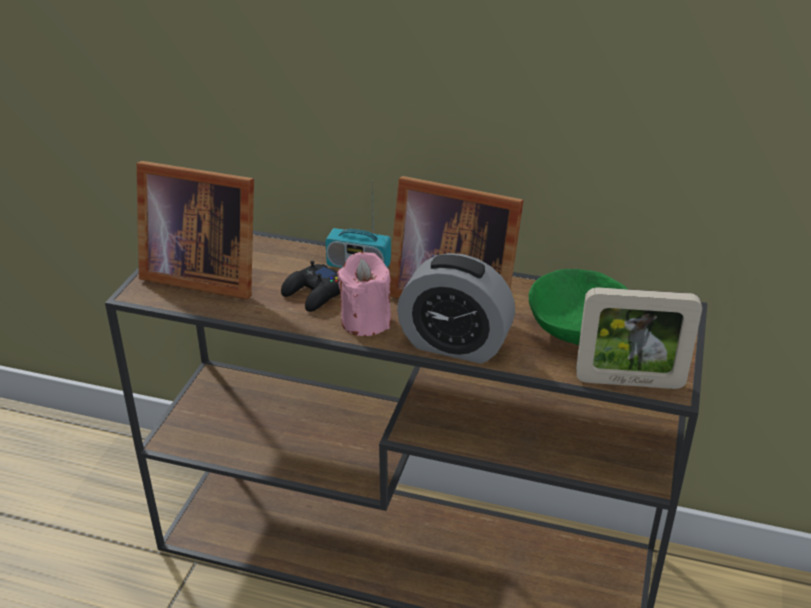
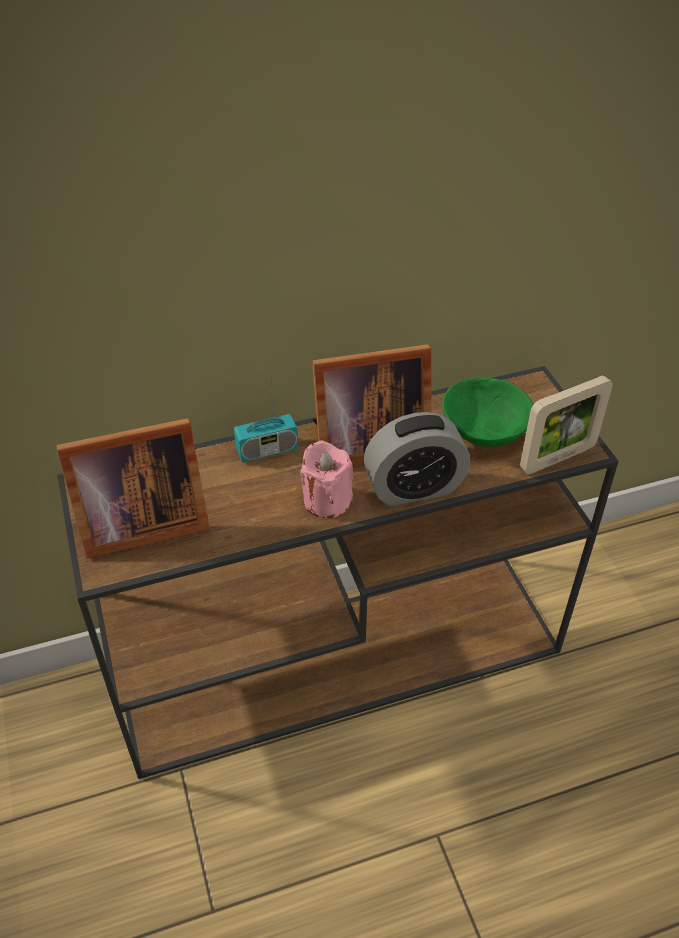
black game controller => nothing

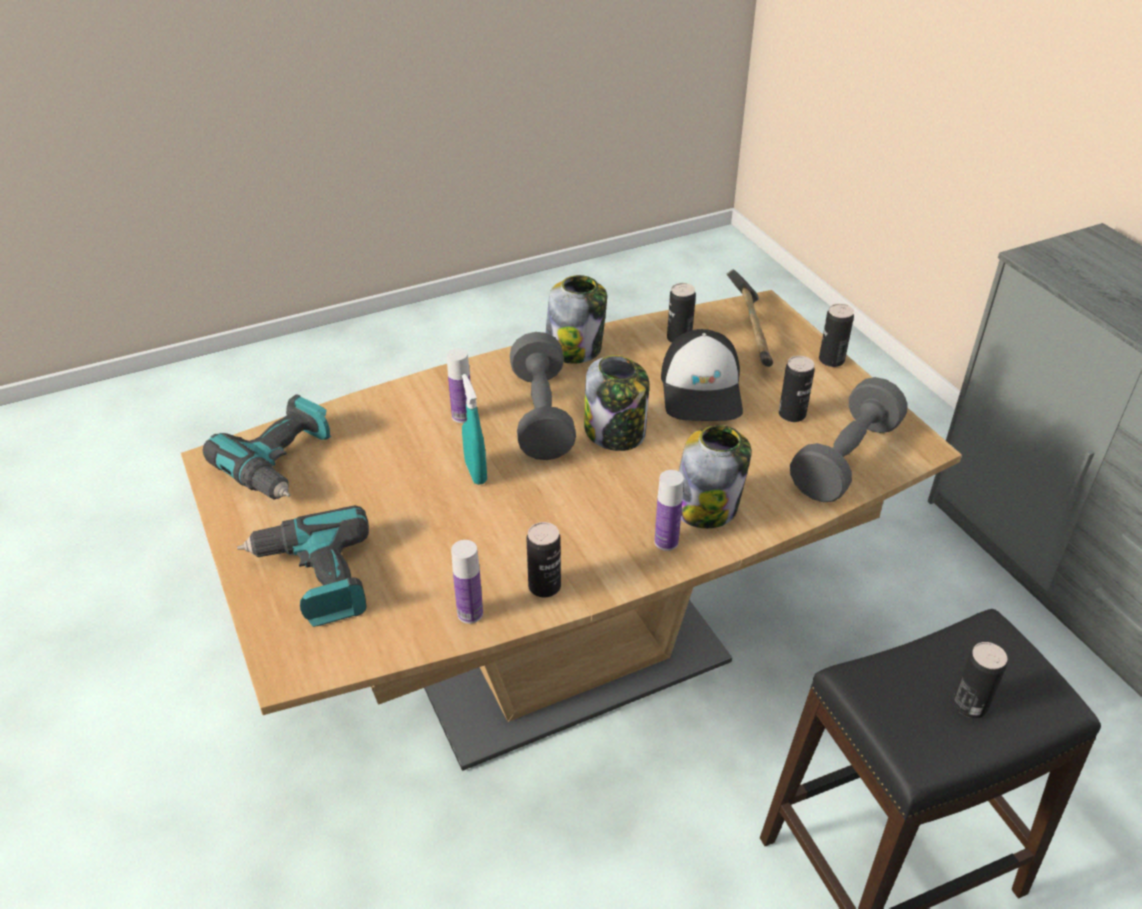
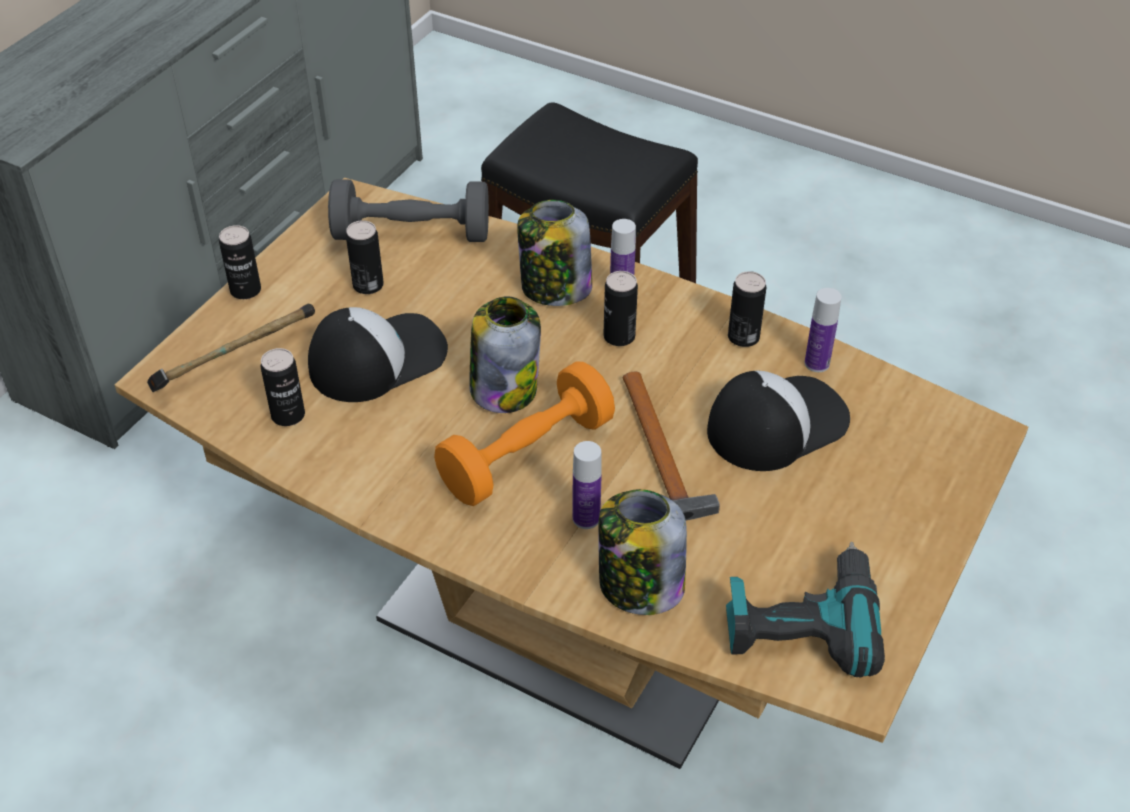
power drill (2nd from left) => nothing
blue-green sprayer => tool hammer (2nd from left)
grey hand weight (1st from left) => orange-coloured hand weight
jar (1st from left in the first image) => jar (3rd from left), moved
metal can (5th from left in the first image) => metal can (4th from left), moved
nothing => cap (2nd from left)

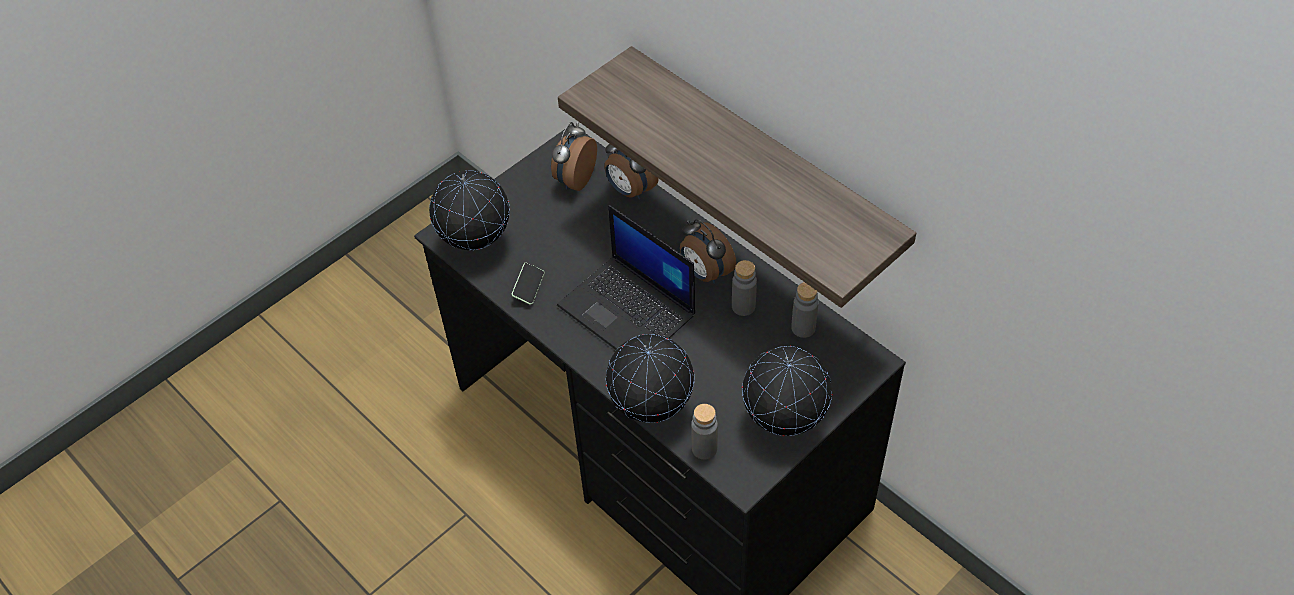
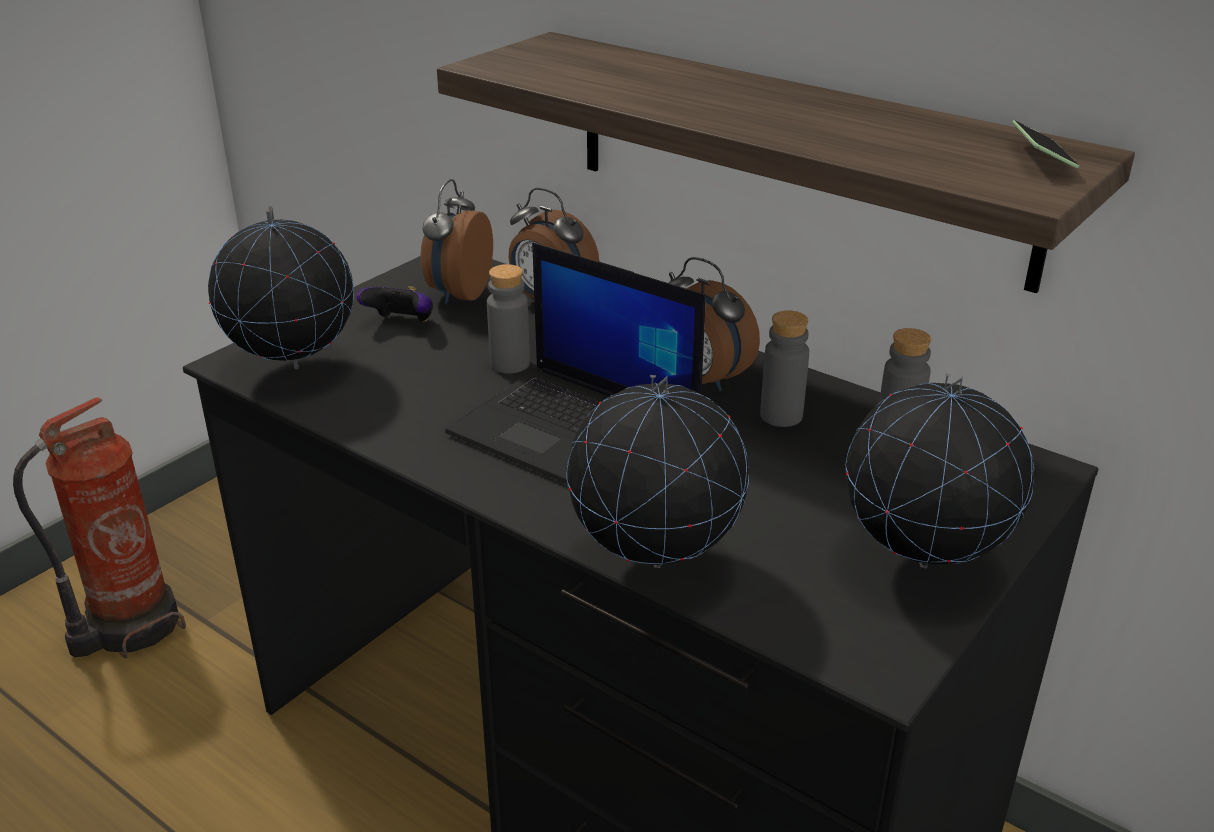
telephone, moved
grey drink bottle (1st from left), moved
nothing => fire extinguisher
nothing => game controller

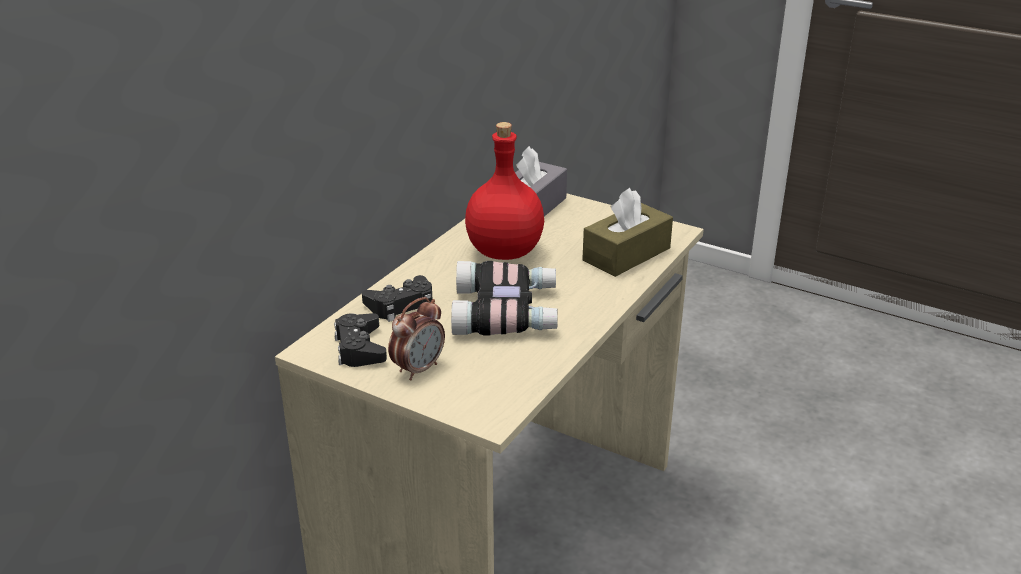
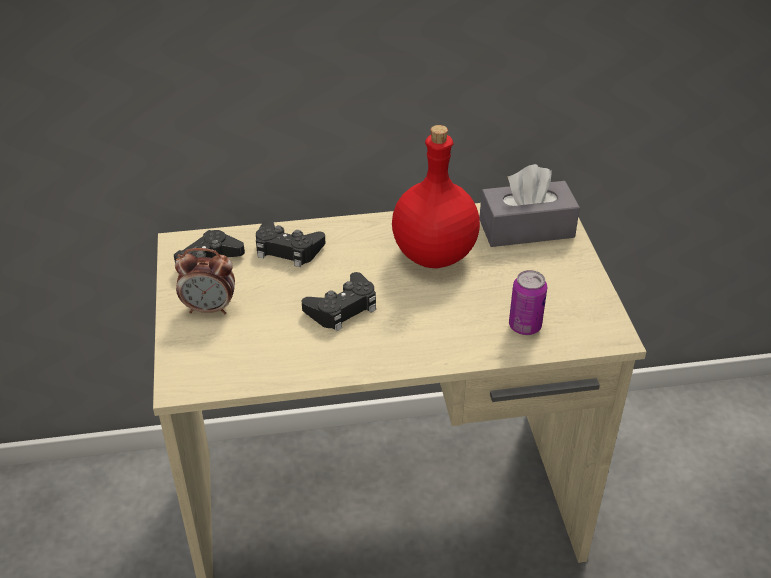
pair of binoculars => black game controller (3rd from left)
brownish tissue holder => metal can

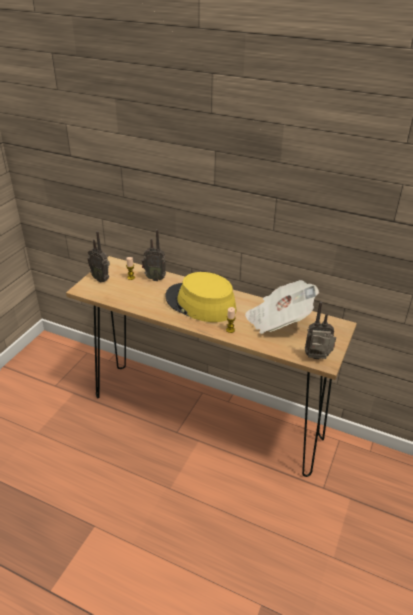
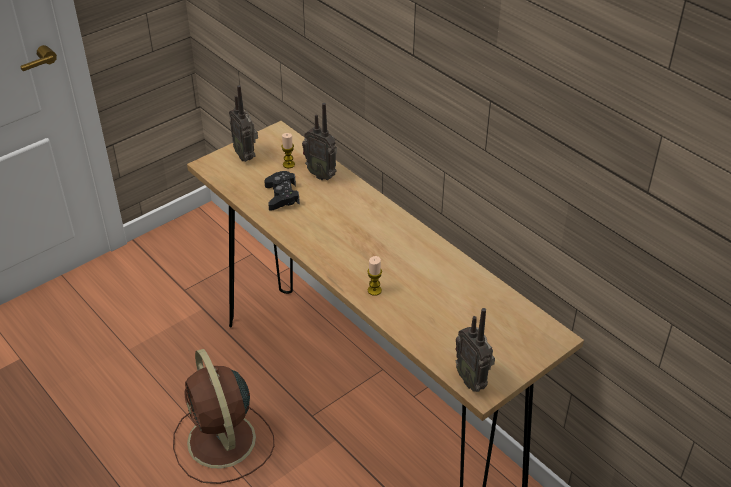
yellow hat => nothing
printed paper => nothing
radio receiver (3rd from left), 150 degrees counterclockwise
nothing => brownish cooling fan
nothing => black game controller

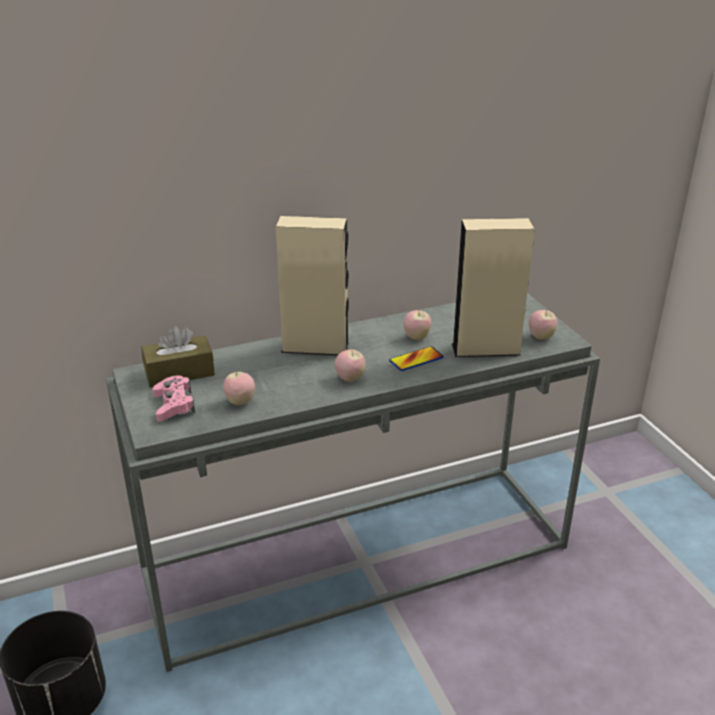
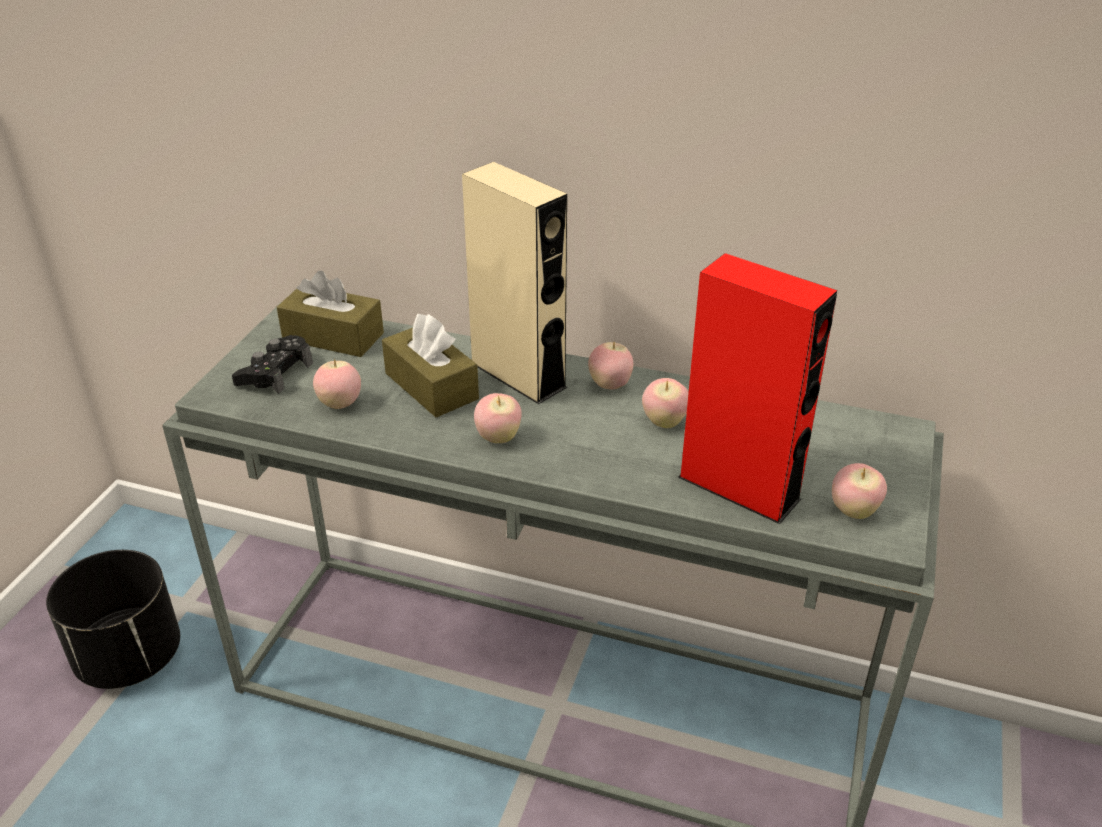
pink-coloured game controller => black game controller
telephone => nothing
beige-coloured loudspeaker (2nd from left) => reddish loudspeaker
nothing => brownish tissue holder (2nd from left)
nothing => apple fruit (3rd from left)

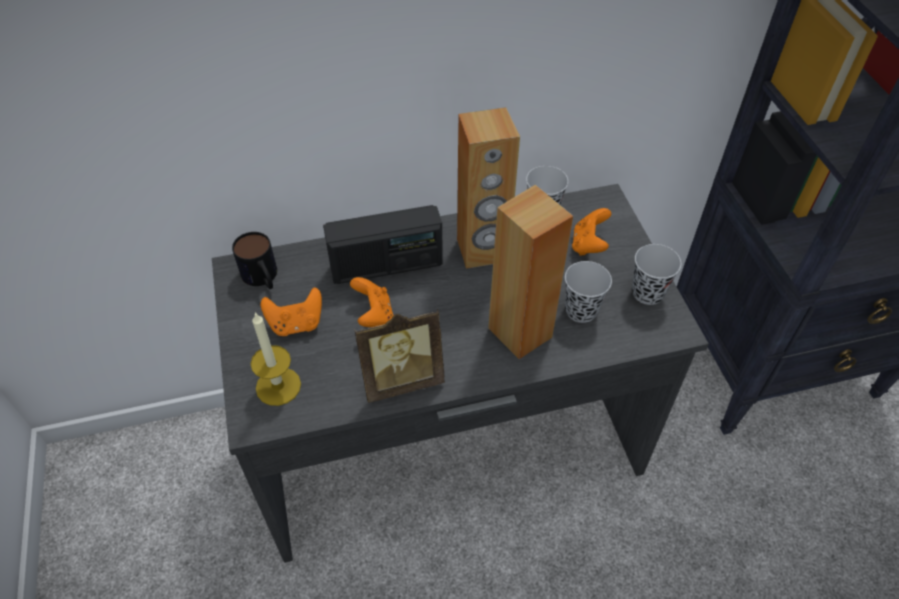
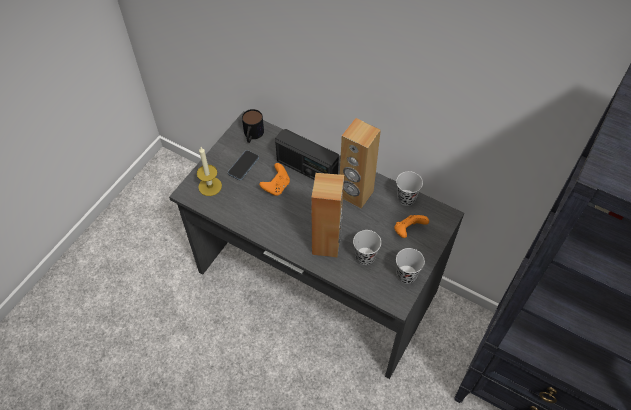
orange-coloured game controller (1st from left) => telephone
photo frame => nothing

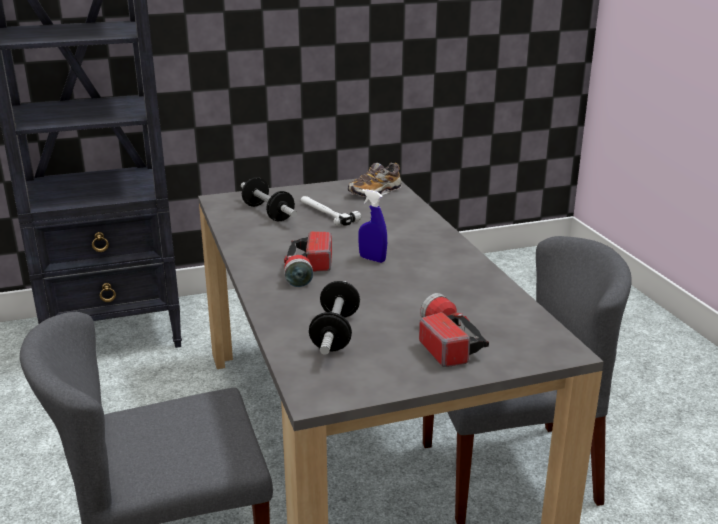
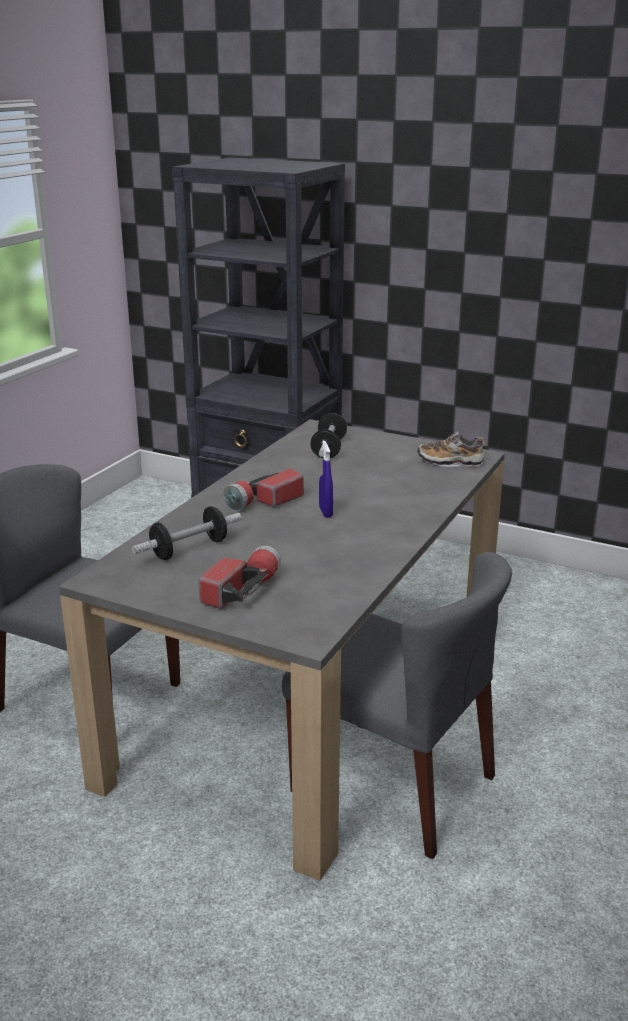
tool hammer => nothing

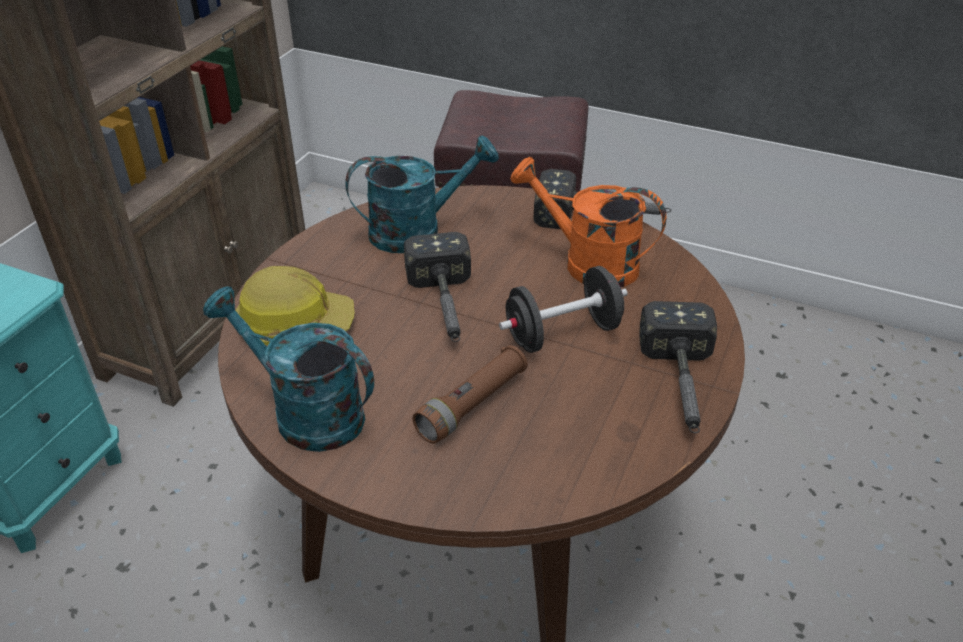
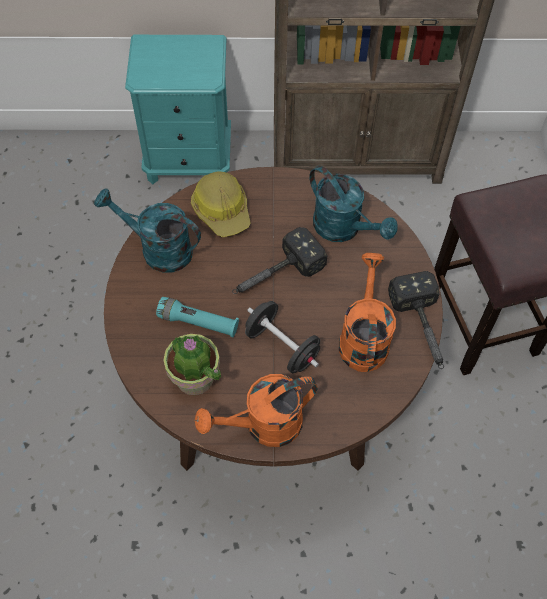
blue-green watering pot (1st from left), 75 degrees counterclockwise
brownish hand torch => blue-green hand torch
tool hammer (3rd from left) => orange-coloured watering pot (1st from left)
nothing => plant in a pot

